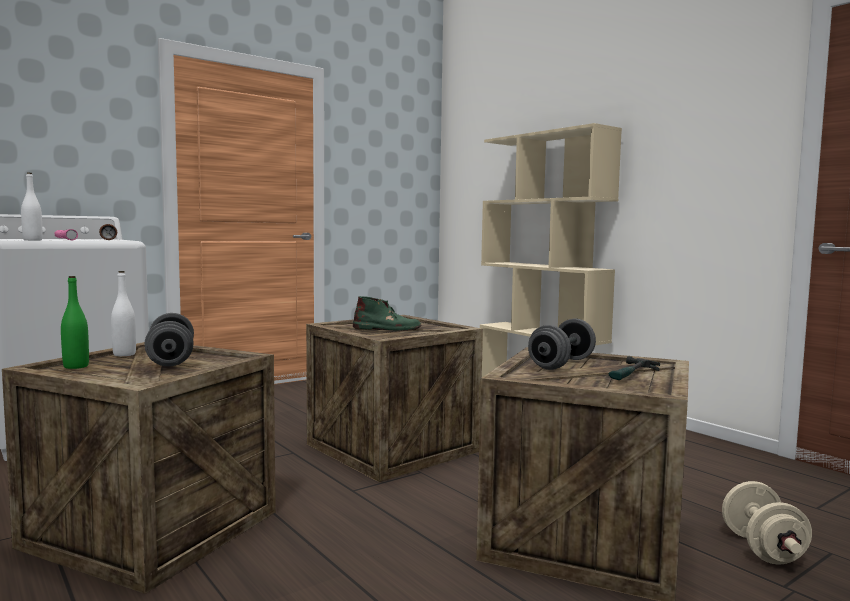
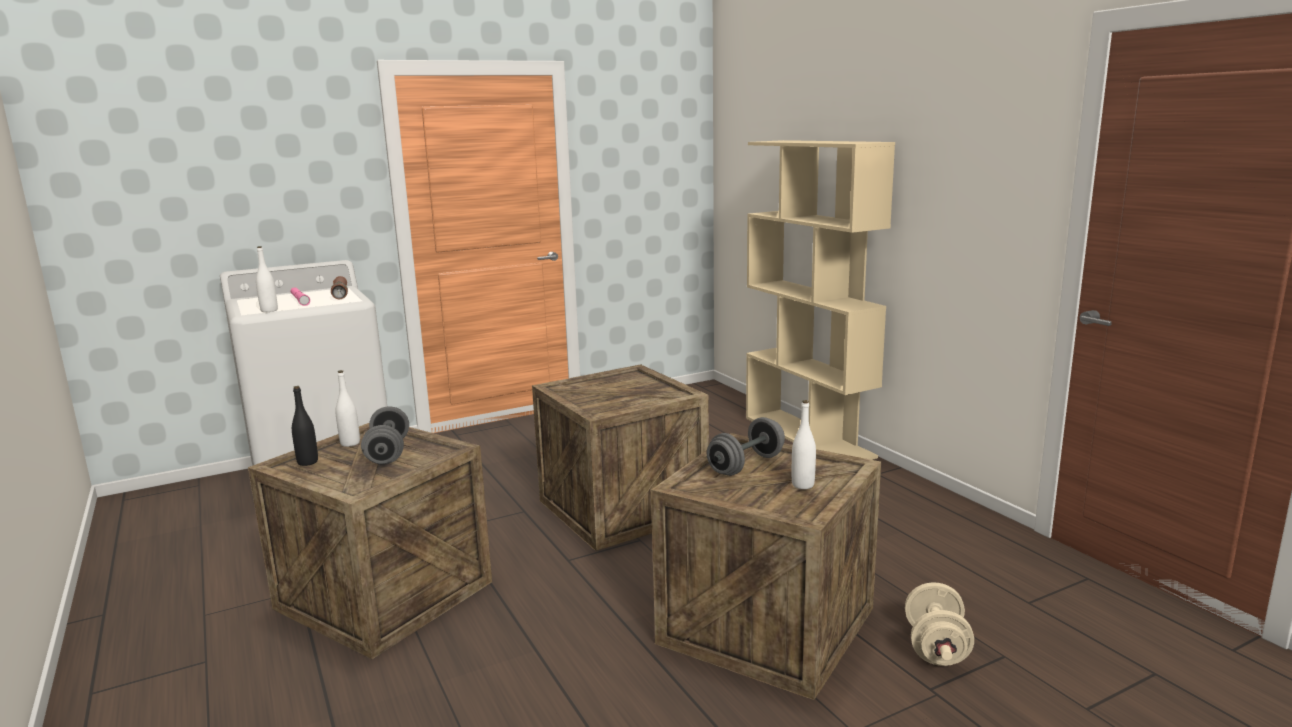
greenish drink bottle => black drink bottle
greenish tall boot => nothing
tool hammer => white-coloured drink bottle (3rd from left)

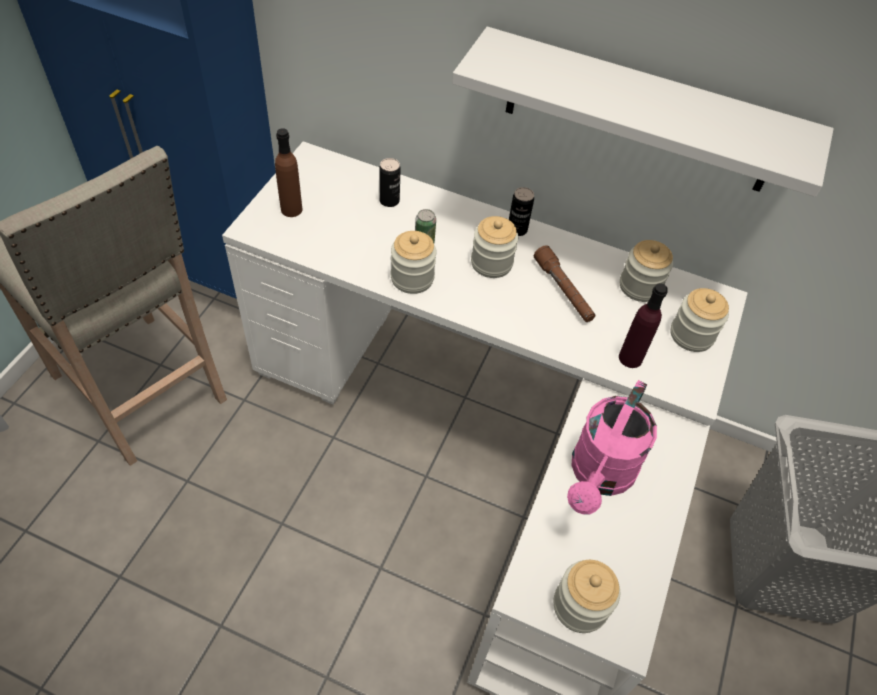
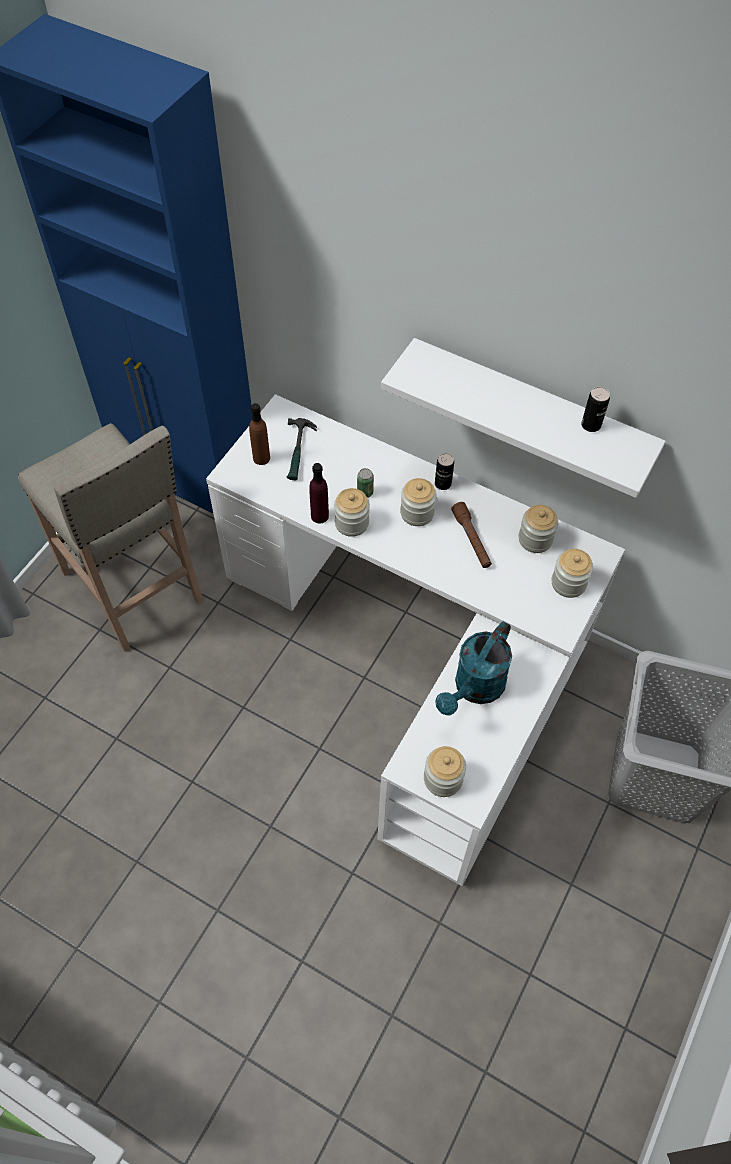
metal can (1st from left in the first image) => metal can (3rd from left), moved
pink-coloured watering pot => blue-green watering pot
purplish drink bottle, moved
nothing => tool hammer

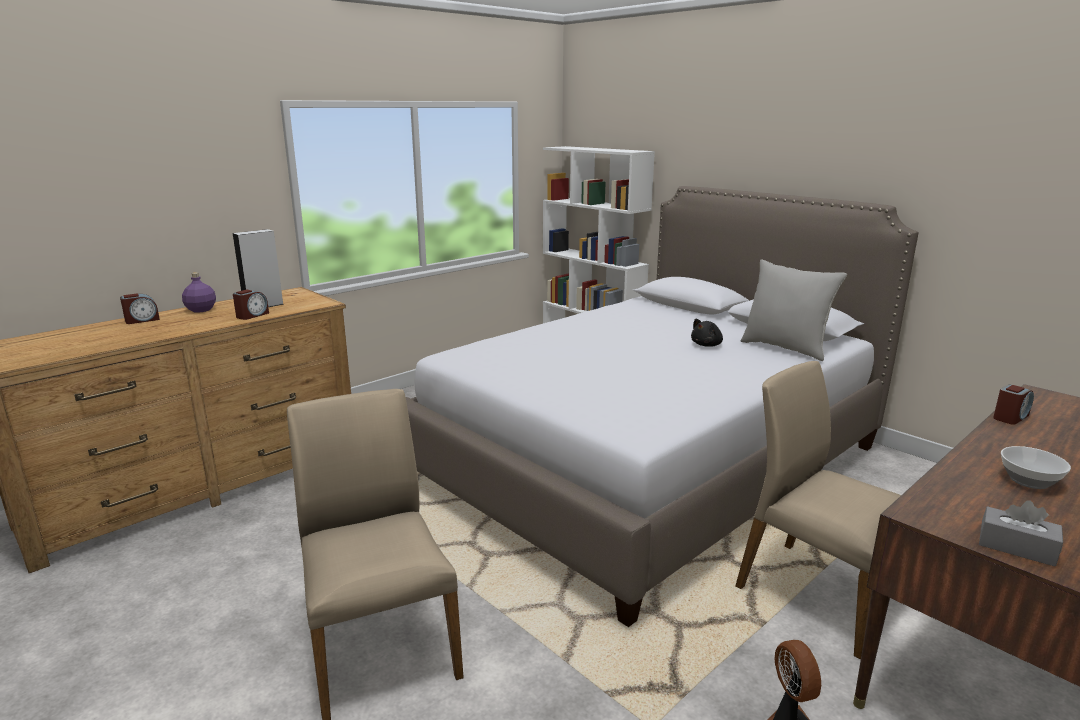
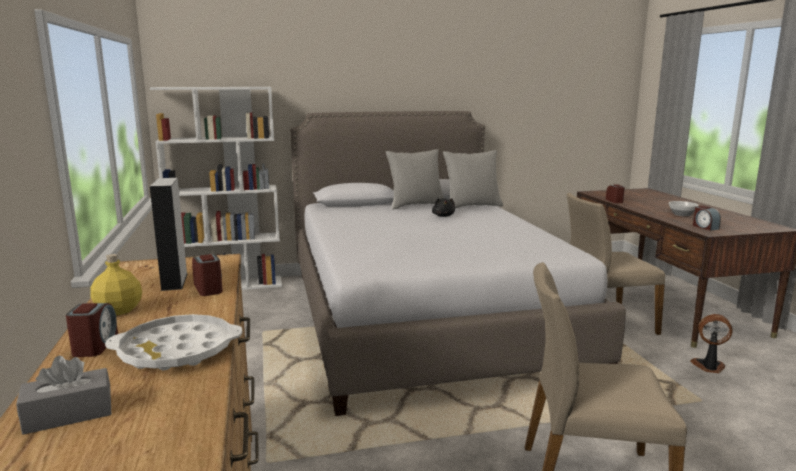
purplish drink bottle => yellow drink bottle
grey tissue holder, moved
nothing => white-coloured tray
nothing => grey pillow (1st from left)
nothing => alarm clock (4th from left)

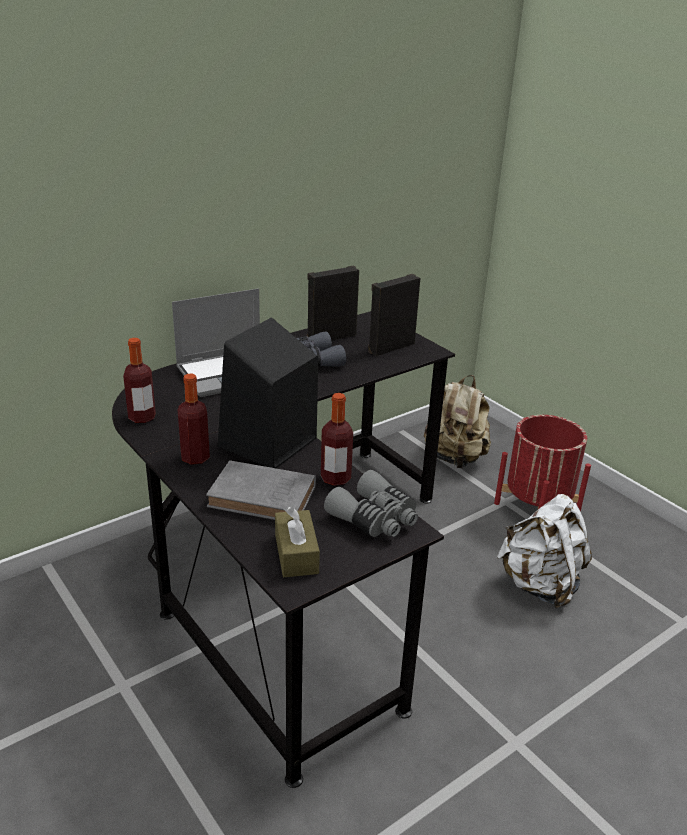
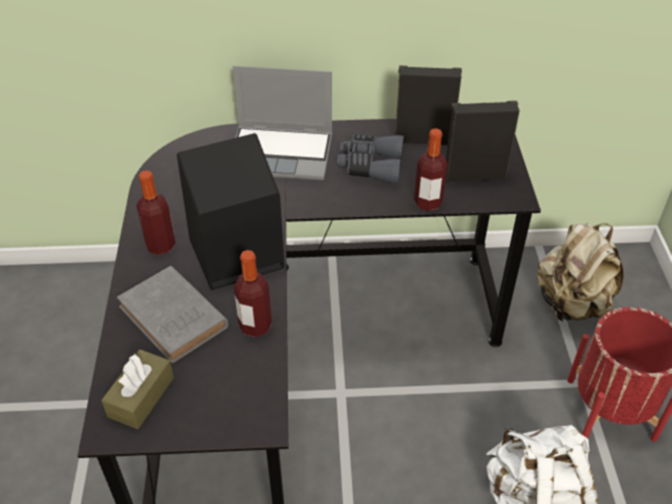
drink bottle (1st from left in the first image) => drink bottle (3rd from left), moved
grey pair of binoculars (2nd from left) => nothing

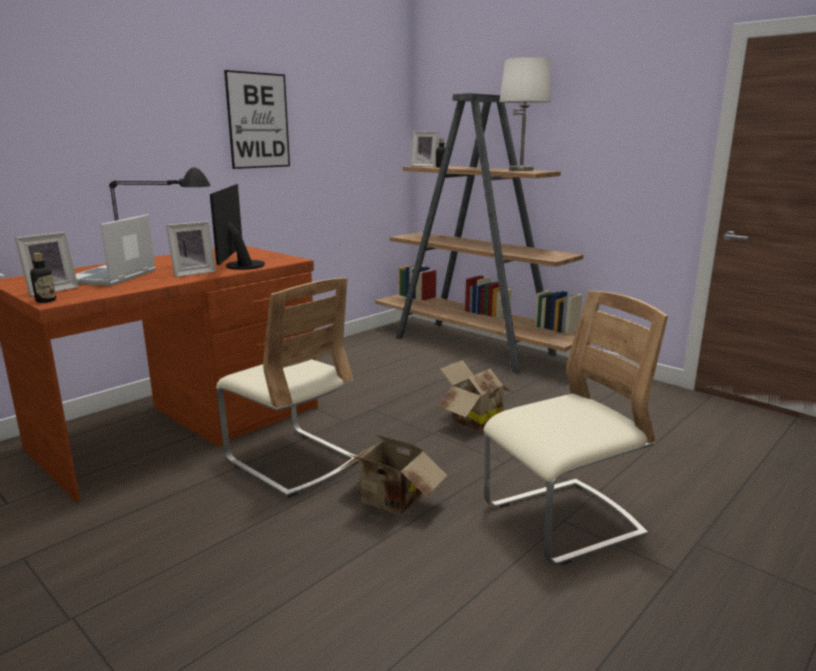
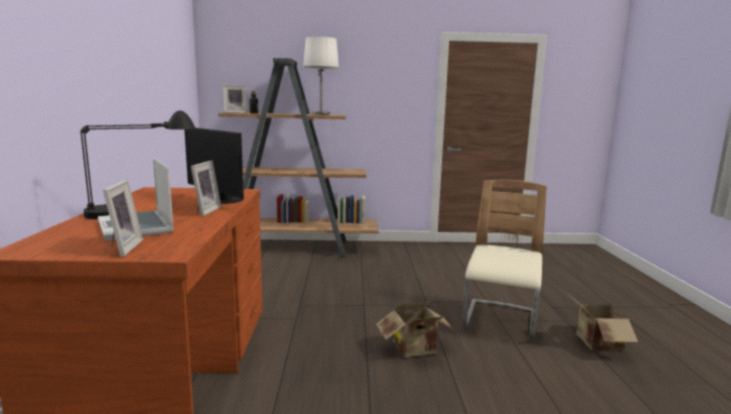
drink bottle (1st from left) => nothing
beige-coloured plain chair (1st from left) => nothing
picture => nothing
packing box (2nd from left), moved

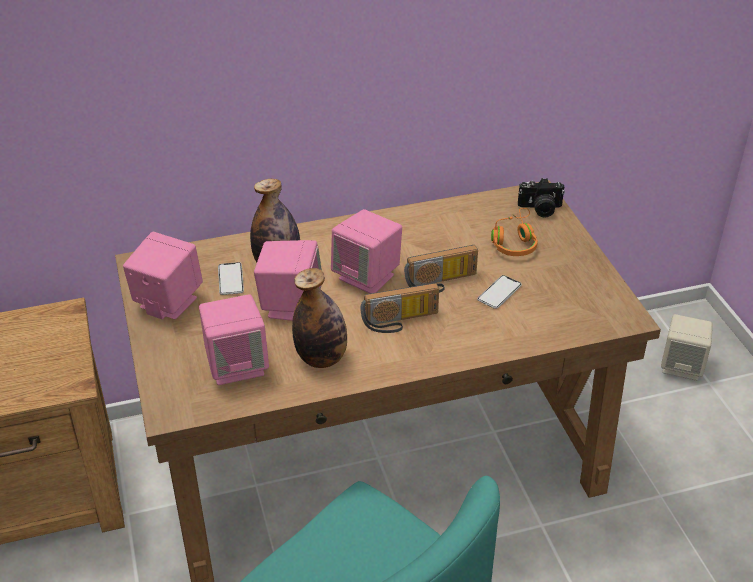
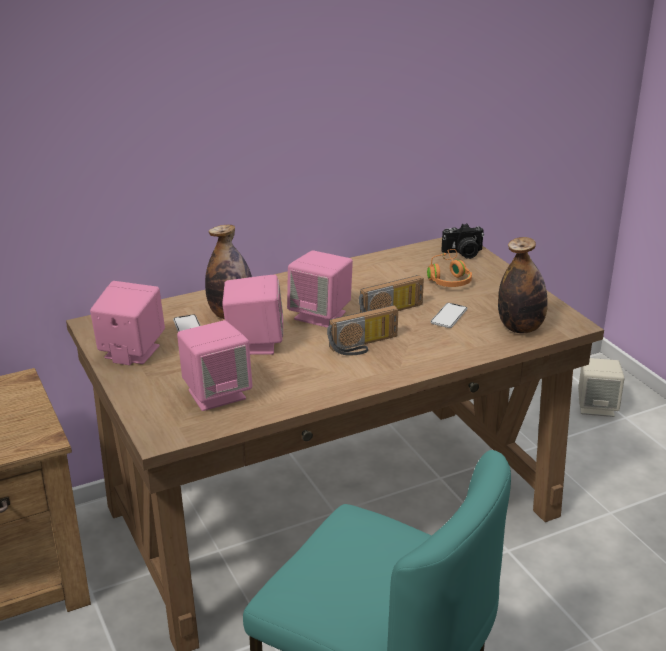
drink bottle (2nd from left), moved

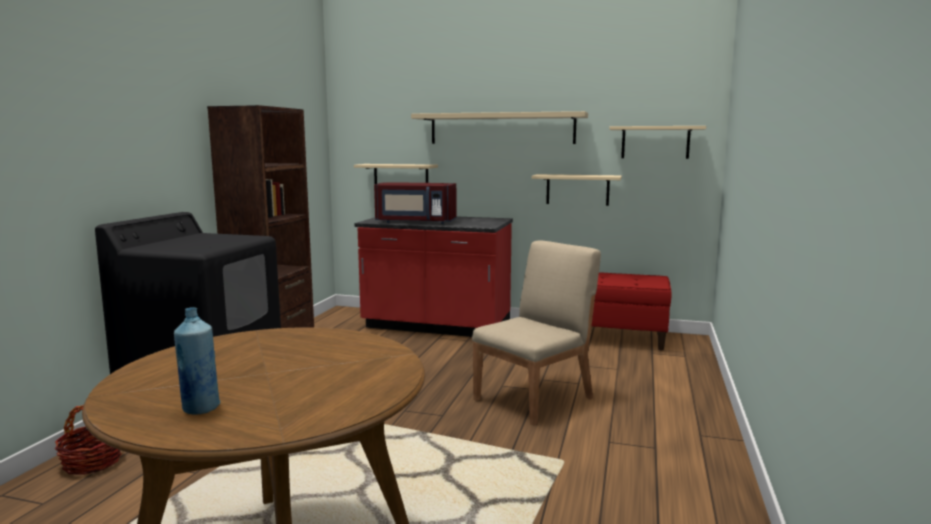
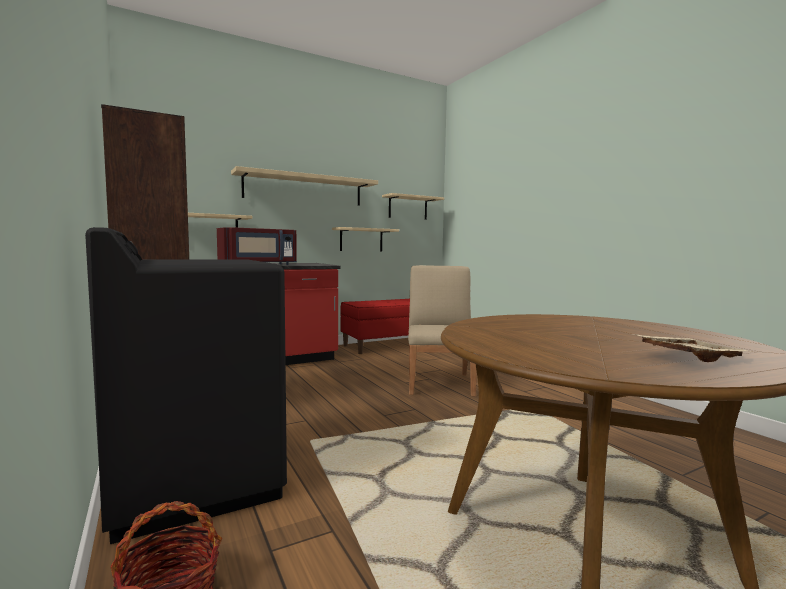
bluish drink bottle => beige-coloured tray

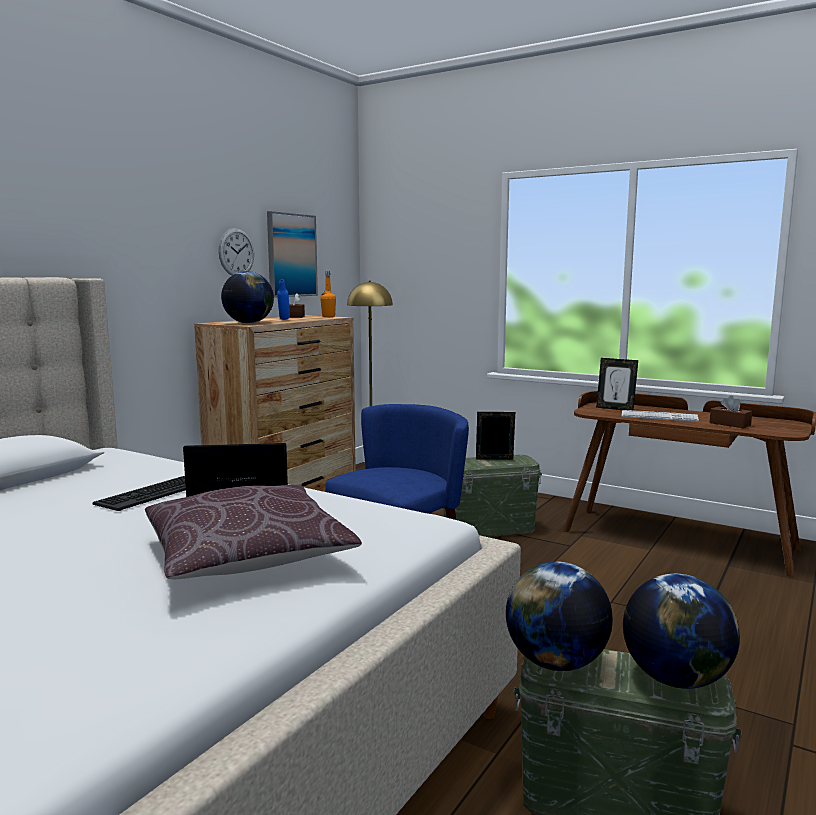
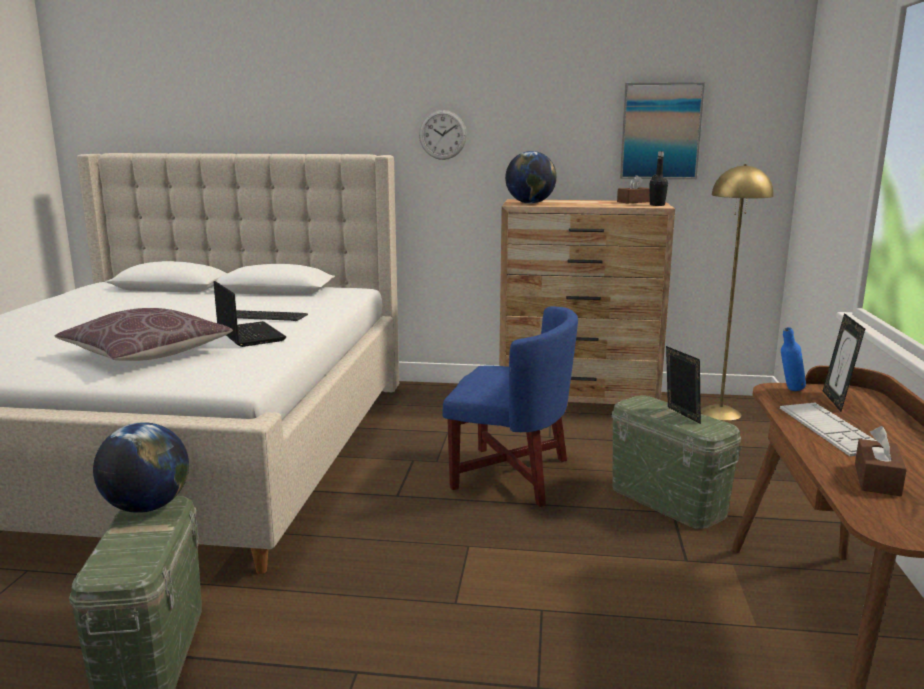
wall clock, moved
bluish drink bottle, moved
orange-coloured drink bottle => black drink bottle
globe (3rd from left) => nothing

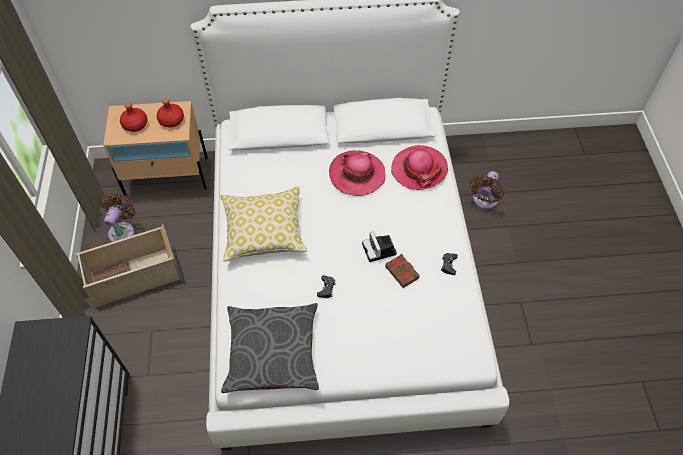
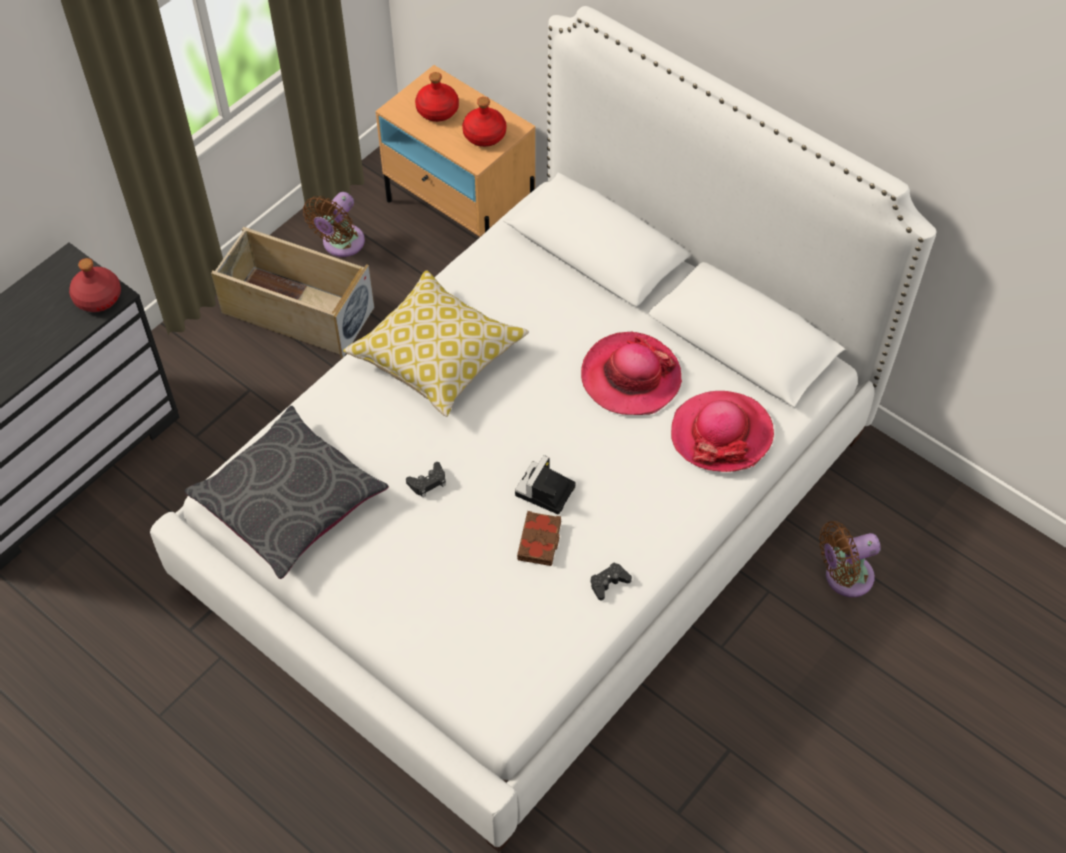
brownish cooling fan (1st from left), 150 degrees clockwise
nothing => reddish drink bottle (1st from left)

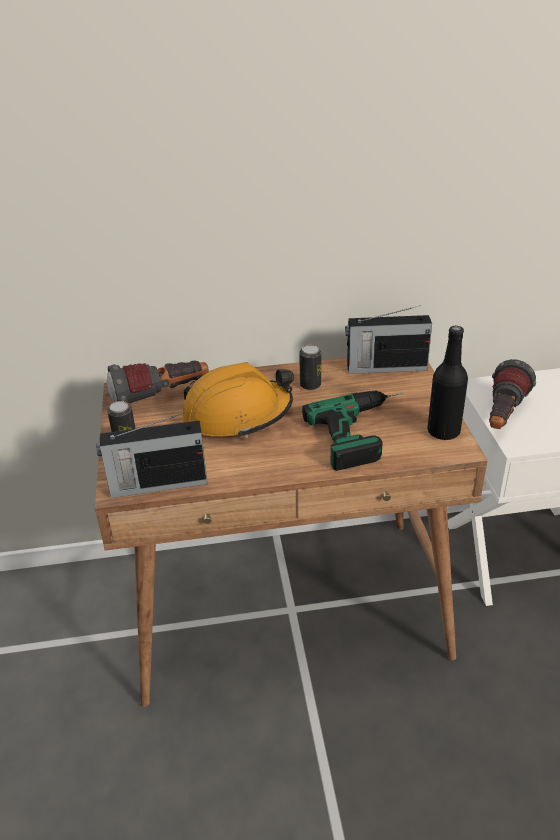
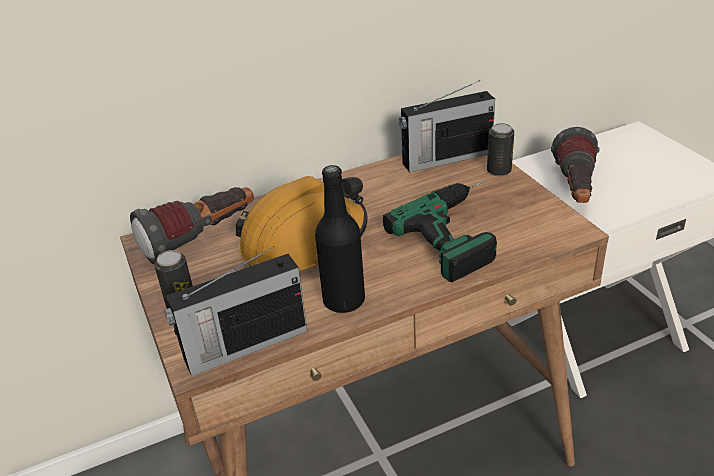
metal can (2nd from left), moved
black drink bottle, moved

